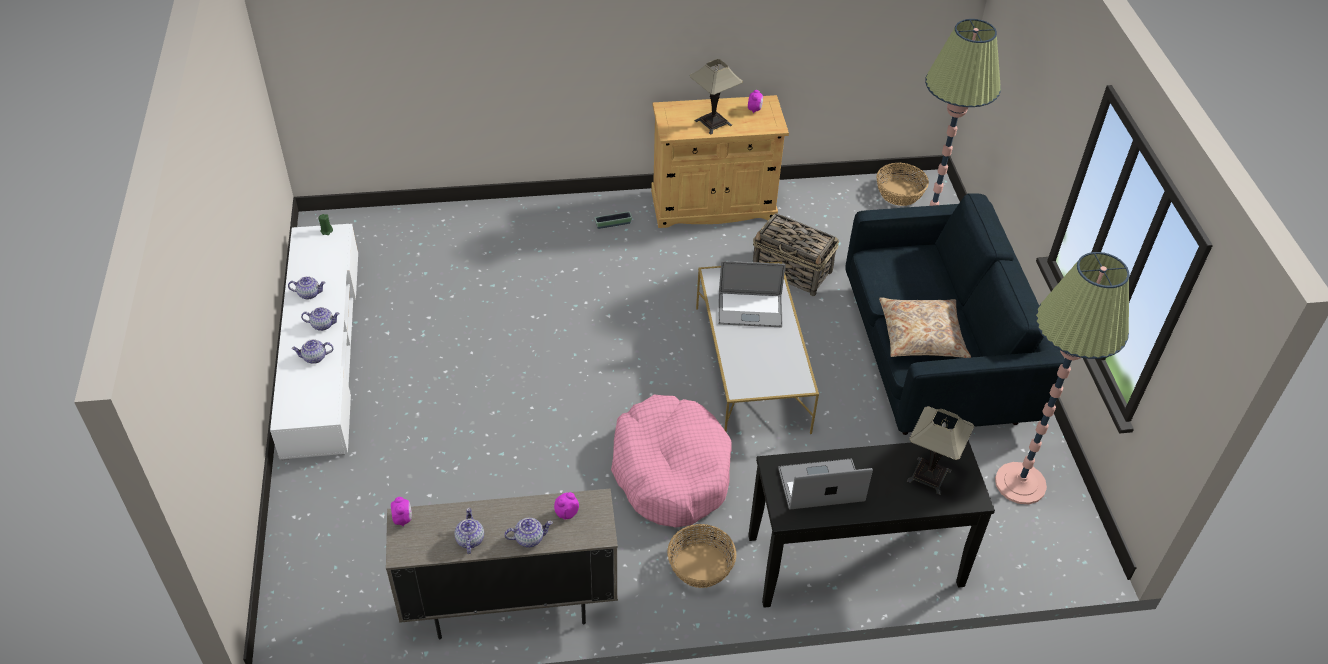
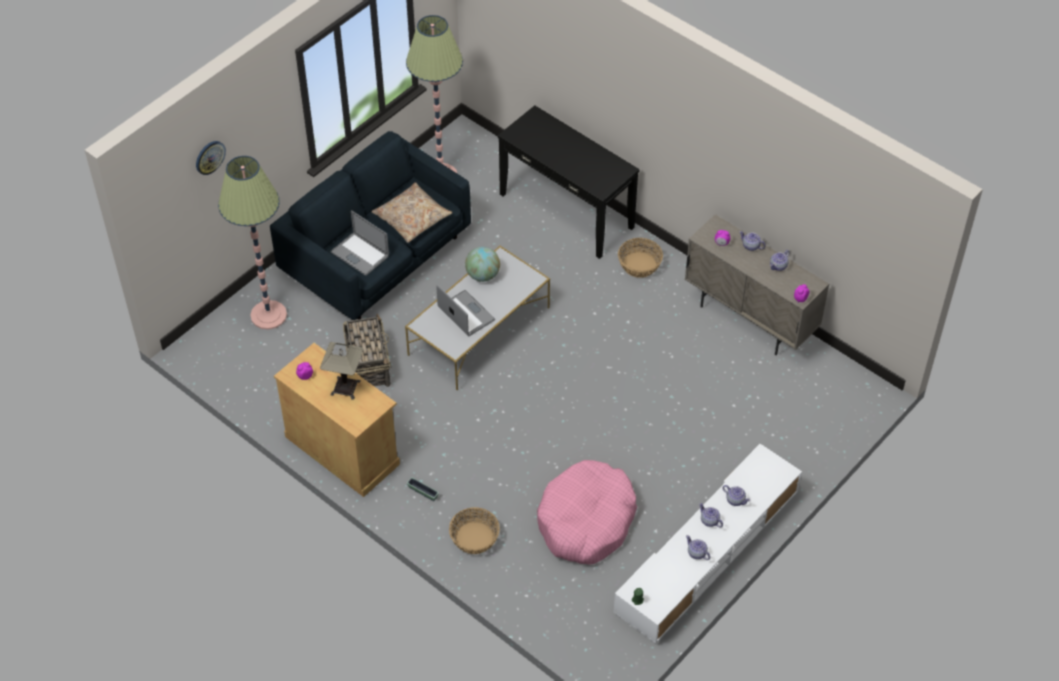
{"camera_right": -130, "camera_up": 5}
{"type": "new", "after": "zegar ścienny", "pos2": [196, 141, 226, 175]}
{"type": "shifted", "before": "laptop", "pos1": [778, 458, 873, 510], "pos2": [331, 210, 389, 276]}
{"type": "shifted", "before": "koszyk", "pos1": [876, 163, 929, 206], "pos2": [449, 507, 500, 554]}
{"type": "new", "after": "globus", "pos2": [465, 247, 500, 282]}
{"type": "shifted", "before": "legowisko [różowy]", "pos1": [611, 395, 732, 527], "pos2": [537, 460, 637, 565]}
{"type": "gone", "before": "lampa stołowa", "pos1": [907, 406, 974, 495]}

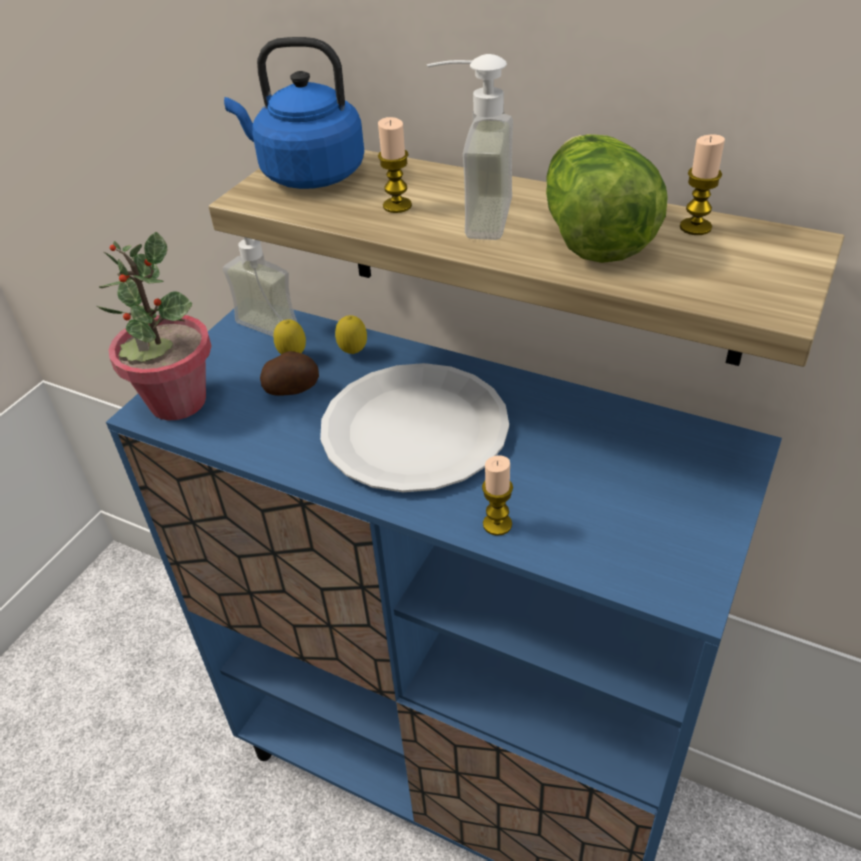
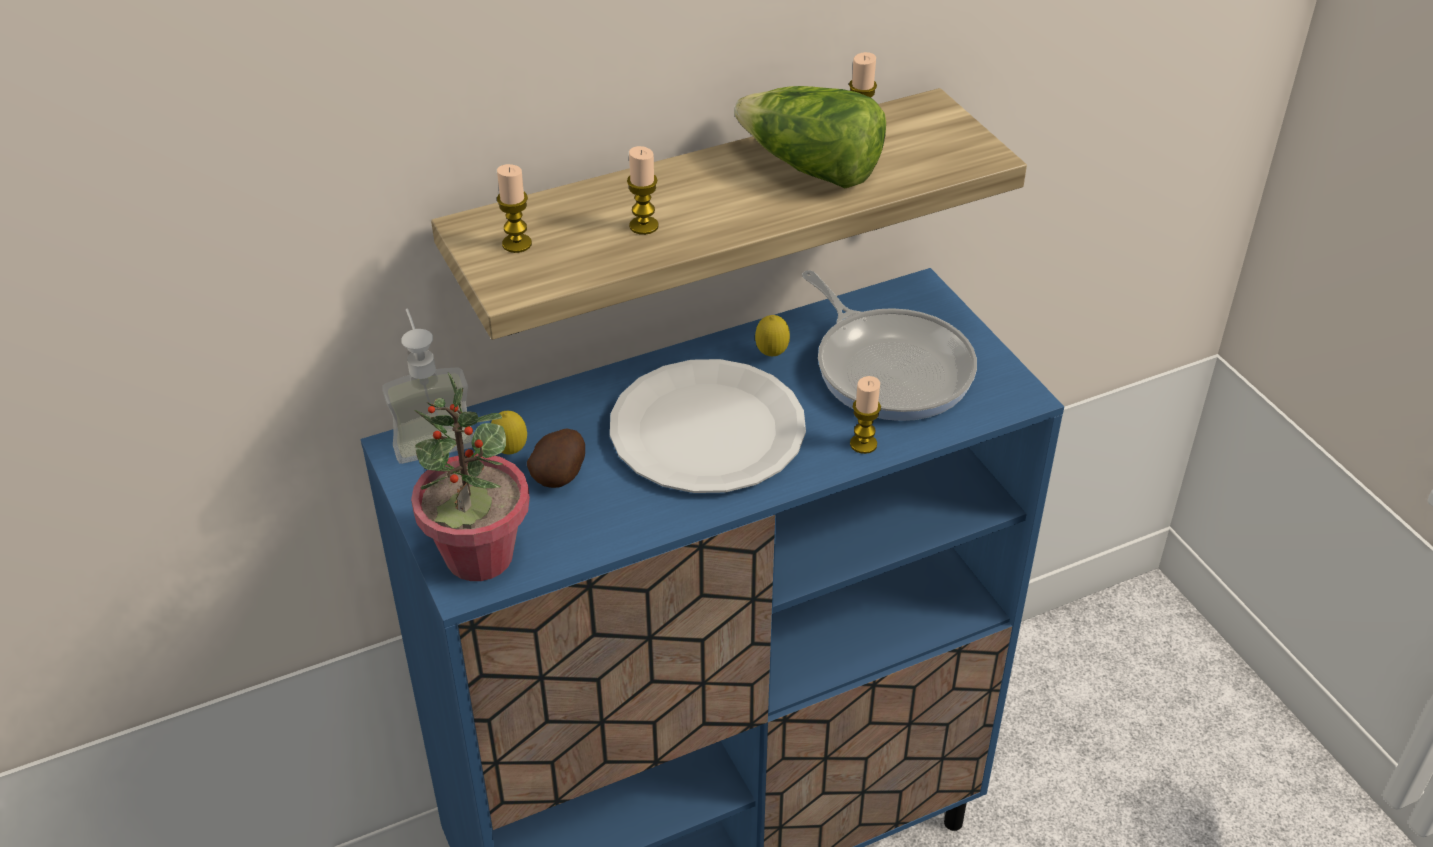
{"camera_right": -55, "camera_up": 0}
{"type": "swapped", "before": "czajnik [niebieski]", "after": "świeca", "pos1": [224, 37, 364, 189], "pos2": [497, 164, 532, 253]}
{"type": "shifted", "before": "cytryna", "pos1": [335, 315, 367, 354], "pos2": [755, 315, 790, 356]}
{"type": "new", "after": "patelnia", "pos2": [802, 270, 977, 421]}
{"type": "gone", "before": "dozownik mydła", "pos1": [427, 54, 513, 240]}

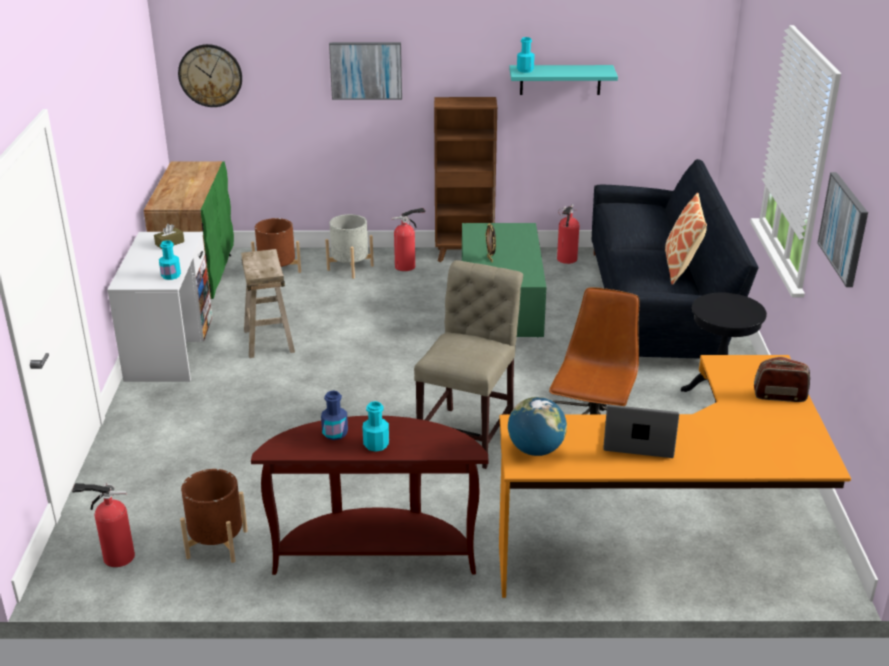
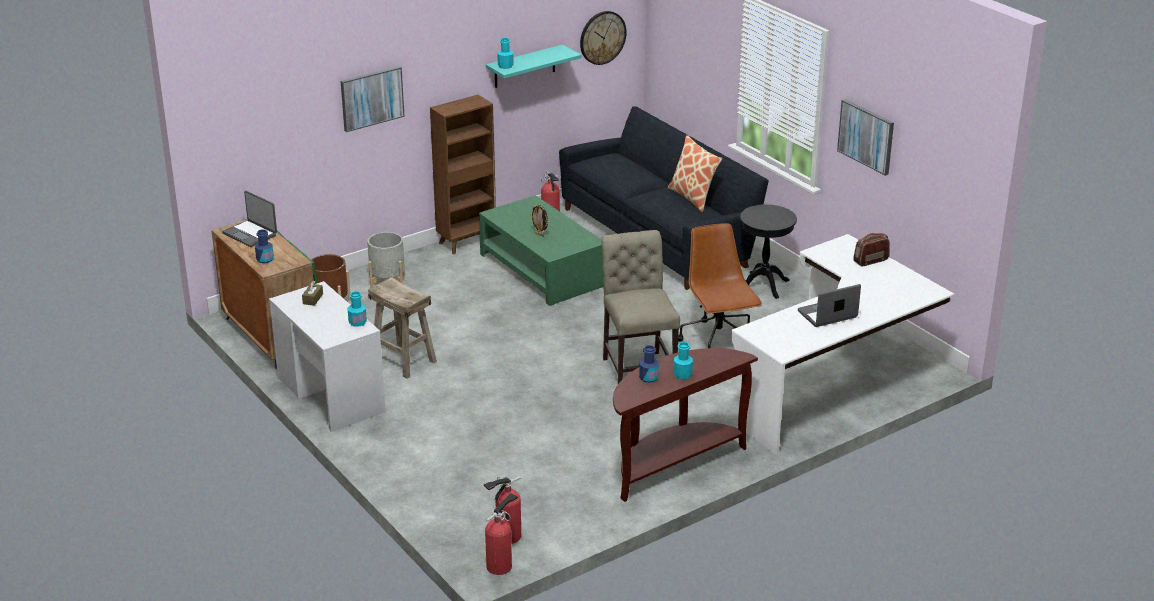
{"camera_right": -35, "camera_up": 0}
{"type": "new", "after": "laptop", "pos2": [222, 191, 277, 247]}
{"type": "new", "after": "butelka [niebieski]", "pos2": [255, 229, 274, 263]}
{"type": "shifted", "before": "gaśnica", "pos1": [391, 208, 425, 271], "pos2": [485, 493, 518, 575]}
{"type": "shifted", "before": "zegar ścienny", "pos1": [178, 44, 242, 107], "pos2": [580, 11, 627, 65]}
{"type": "repainted", "before": "biurko [pomarańczowy]", "after": "biurko [biały]", "pos1": [499, 355, 851, 598], "pos2": [731, 234, 954, 455]}
{"type": "gone", "before": "donica [brązowy]", "pos1": [180, 469, 248, 563]}
{"type": "gone", "before": "globus", "pos1": [508, 397, 567, 456]}

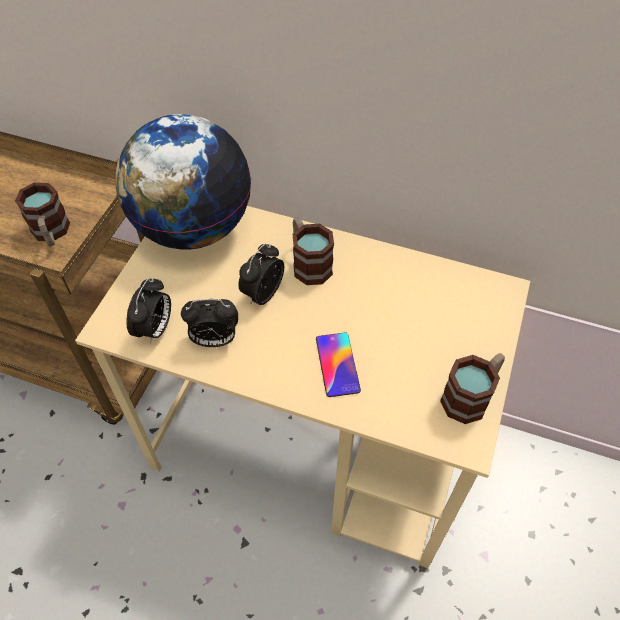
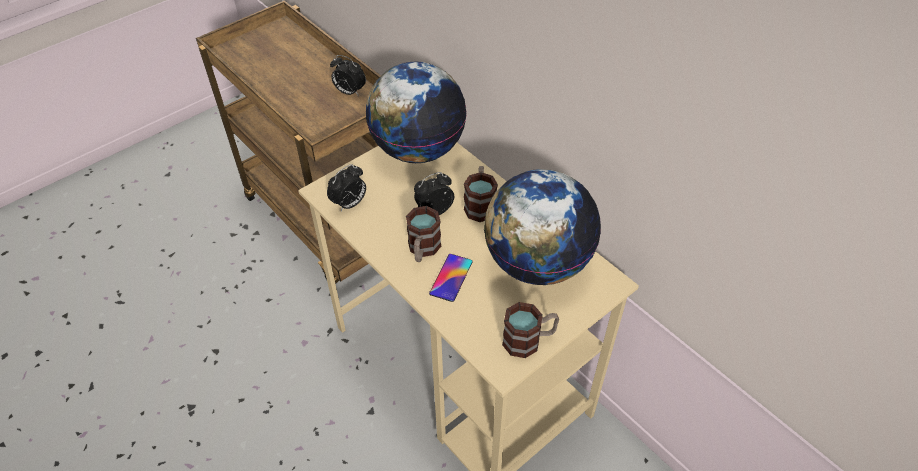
{"camera_right": 30, "camera_up": -5}
{"type": "shifted", "before": "budzik", "pos1": [181, 299, 238, 347], "pos2": [330, 55, 366, 96]}
{"type": "shifted", "before": "kubek", "pos1": [15, 183, 70, 246], "pos2": [406, 206, 441, 262]}
{"type": "new", "after": "globus", "pos2": [484, 169, 601, 285]}

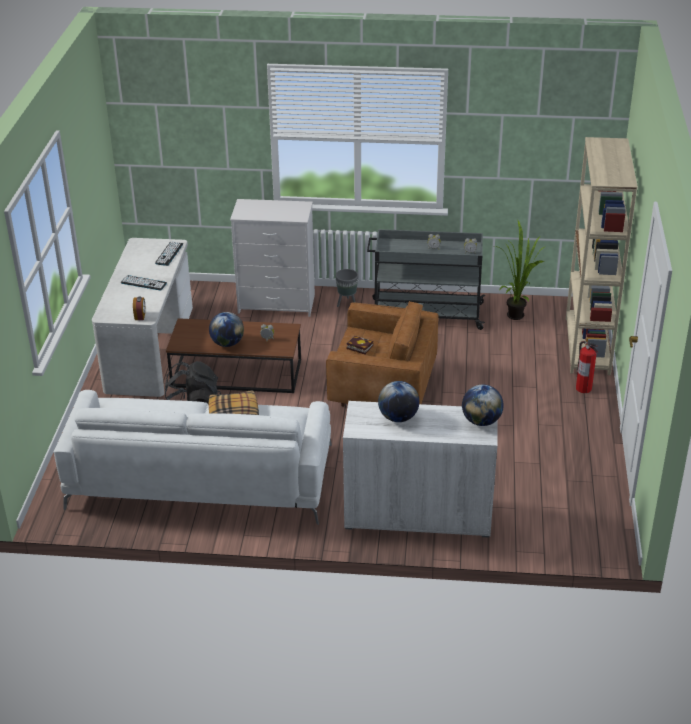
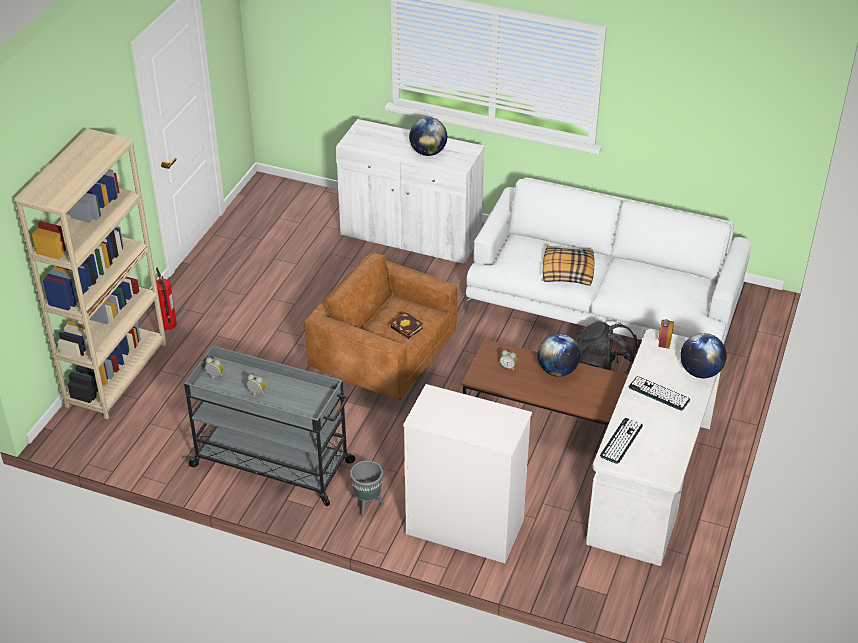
{"camera_right": -165, "camera_up": 5}
{"type": "shifted", "before": "globus", "pos1": [462, 384, 504, 426], "pos2": [680, 333, 727, 378]}
{"type": "gone", "before": "roślina doniczkowa", "pos1": [495, 221, 544, 320]}

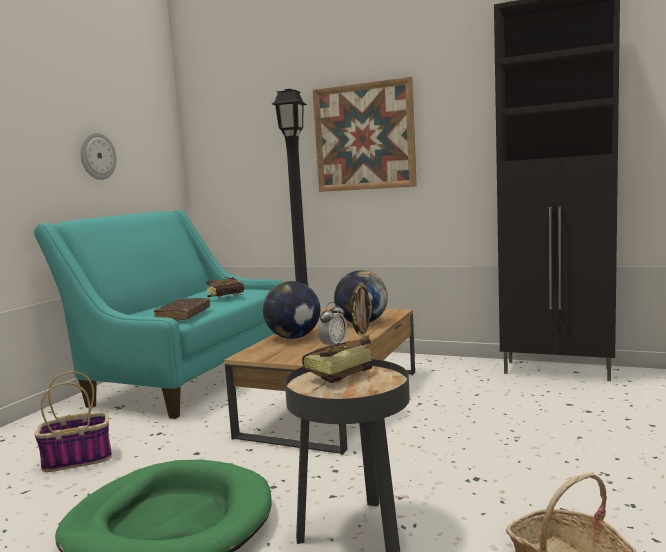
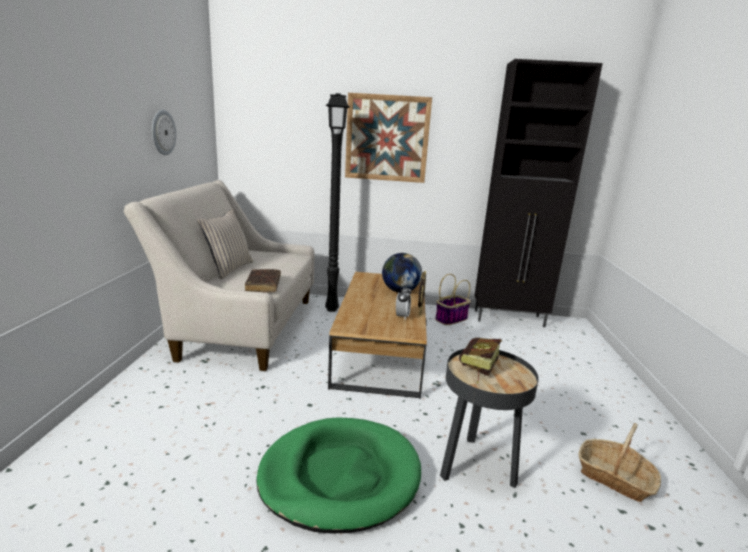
{"camera_right": -20, "camera_up": 10}
{"type": "repainted", "before": "kanapa [turkusowy]", "after": "kanapa [beżowy]", "pos1": [34, 210, 283, 419], "pos2": [123, 180, 314, 371]}
{"type": "new", "after": "poduszka [beżowy]", "pos2": [197, 208, 253, 279]}
{"type": "shifted", "before": "koszyk", "pos1": [35, 371, 112, 472], "pos2": [435, 274, 471, 325]}
{"type": "gone", "before": "książka", "pos1": [206, 277, 244, 298]}
{"type": "gone", "before": "globus", "pos1": [263, 281, 320, 339]}

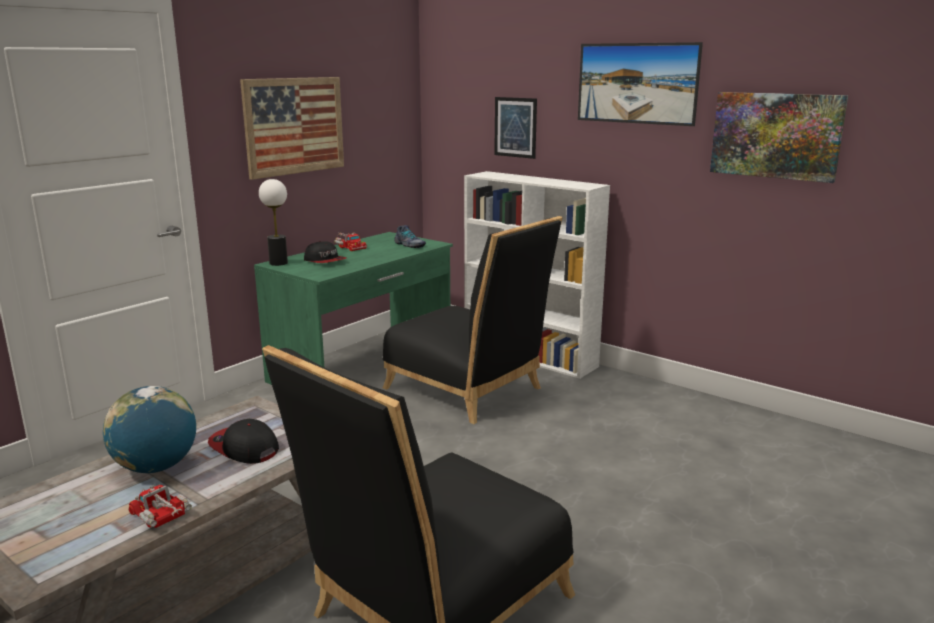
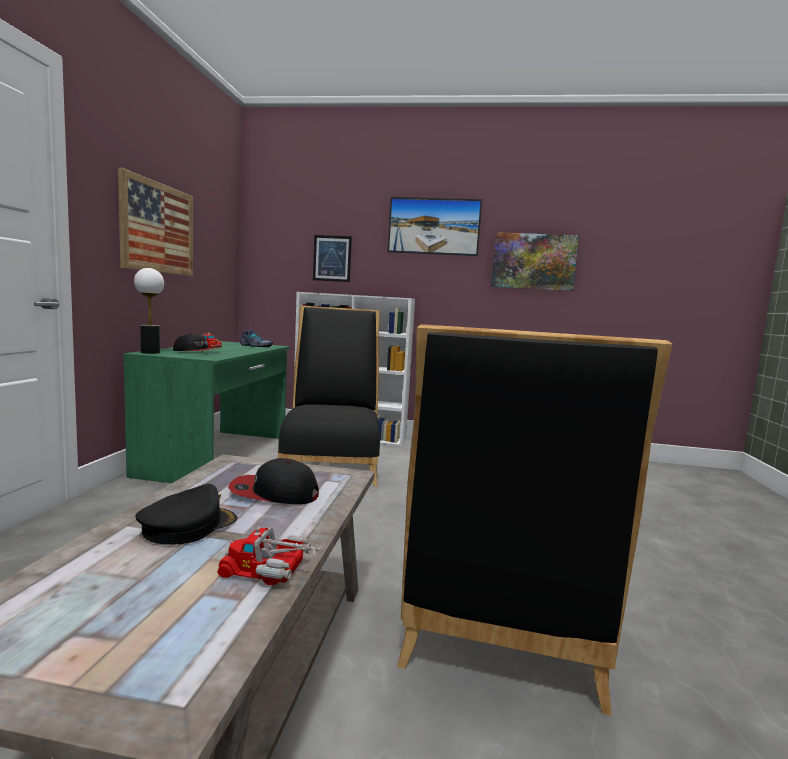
{"camera_right": -30, "camera_up": -10}
{"type": "swapped", "before": "globus", "after": "czapka z daszkiem [czarny]", "pos1": [103, 386, 196, 473], "pos2": [135, 484, 237, 545]}
{"type": "rotated", "before": "krzesło [czarny]", "pos1": [383, 216, 563, 424], "pos2": [278, 306, 380, 486], "turn": -105}

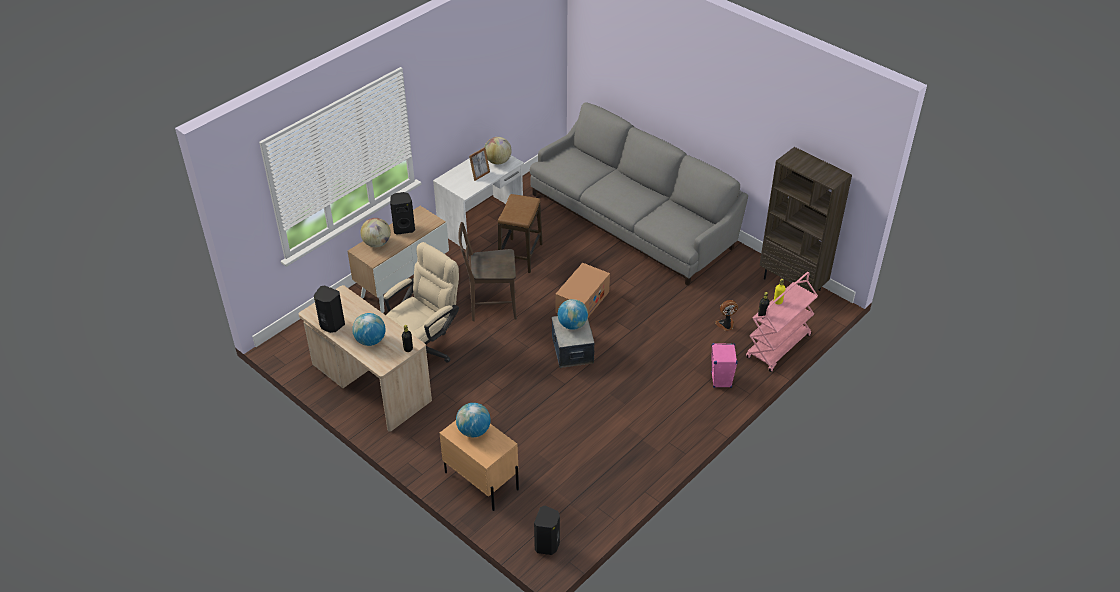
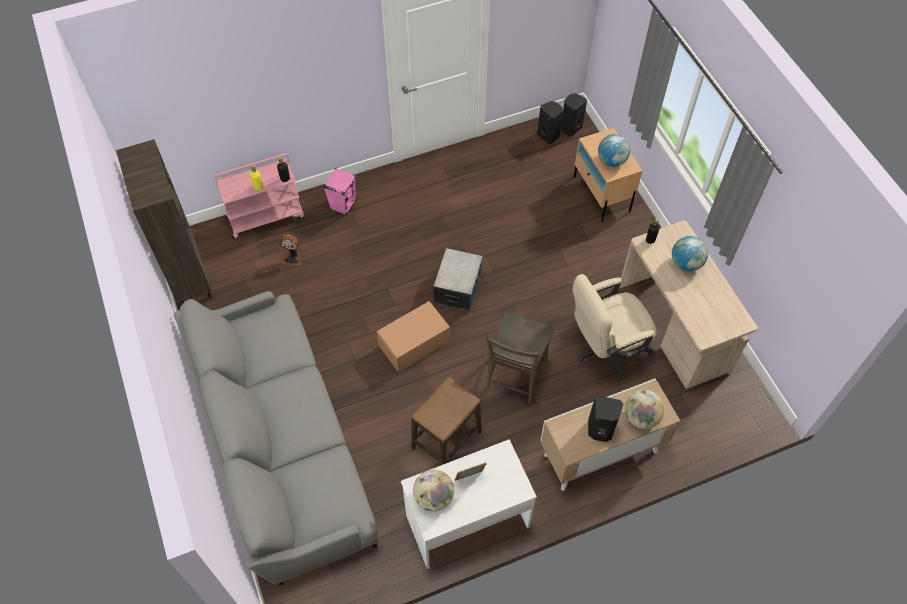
{"camera_right": -155, "camera_up": 15}
{"type": "rotated", "before": "krzesło [brązowy]", "pos1": [458, 222, 517, 321], "pos2": [486, 313, 554, 403], "turn": 90}
{"type": "shifted", "before": "głośnik [czarny]", "pos1": [314, 285, 345, 333], "pos2": [537, 101, 563, 144]}
{"type": "gone", "before": "globus", "pos1": [558, 299, 588, 330]}

